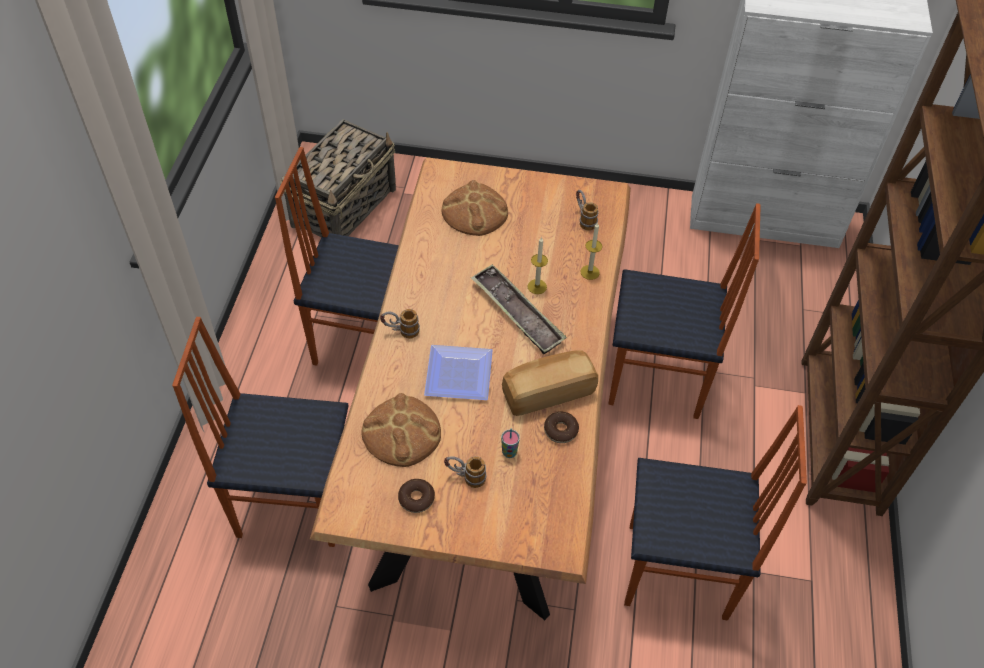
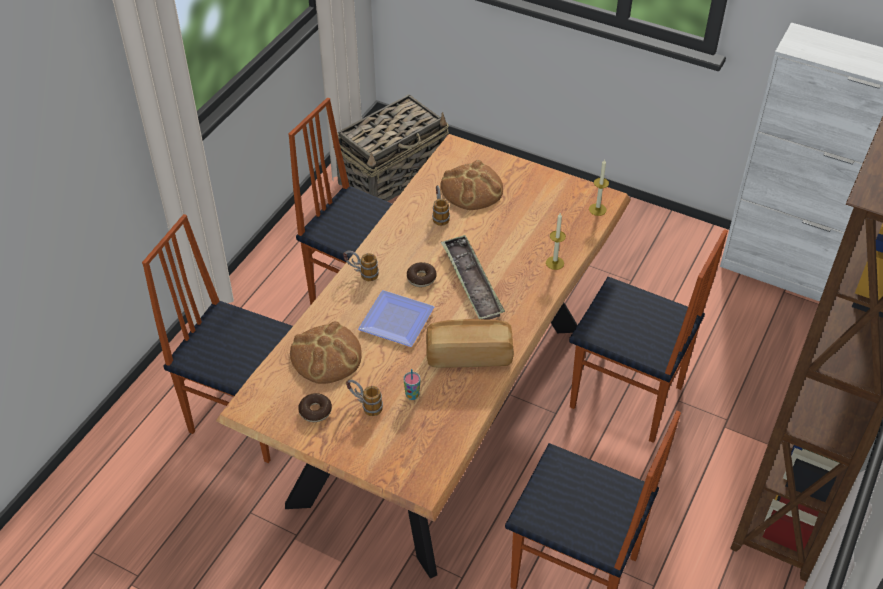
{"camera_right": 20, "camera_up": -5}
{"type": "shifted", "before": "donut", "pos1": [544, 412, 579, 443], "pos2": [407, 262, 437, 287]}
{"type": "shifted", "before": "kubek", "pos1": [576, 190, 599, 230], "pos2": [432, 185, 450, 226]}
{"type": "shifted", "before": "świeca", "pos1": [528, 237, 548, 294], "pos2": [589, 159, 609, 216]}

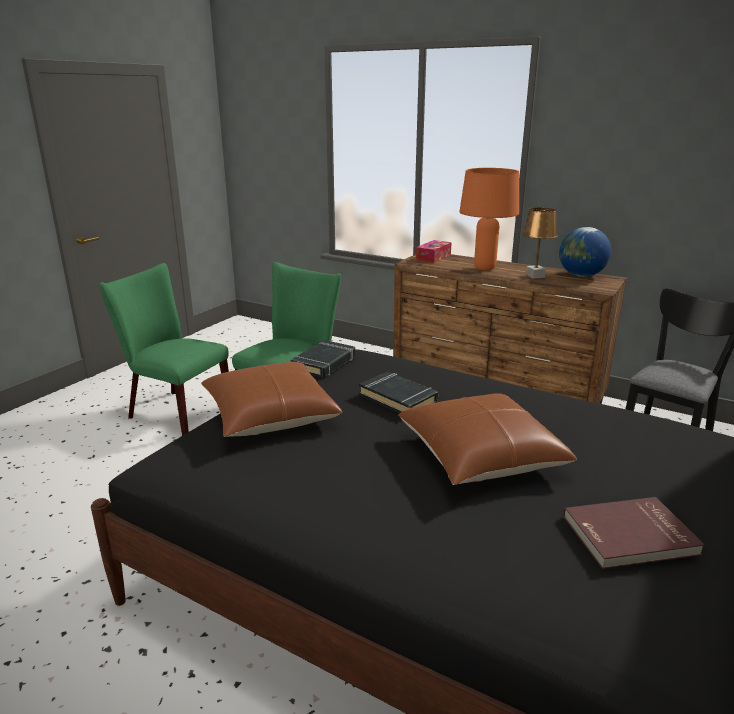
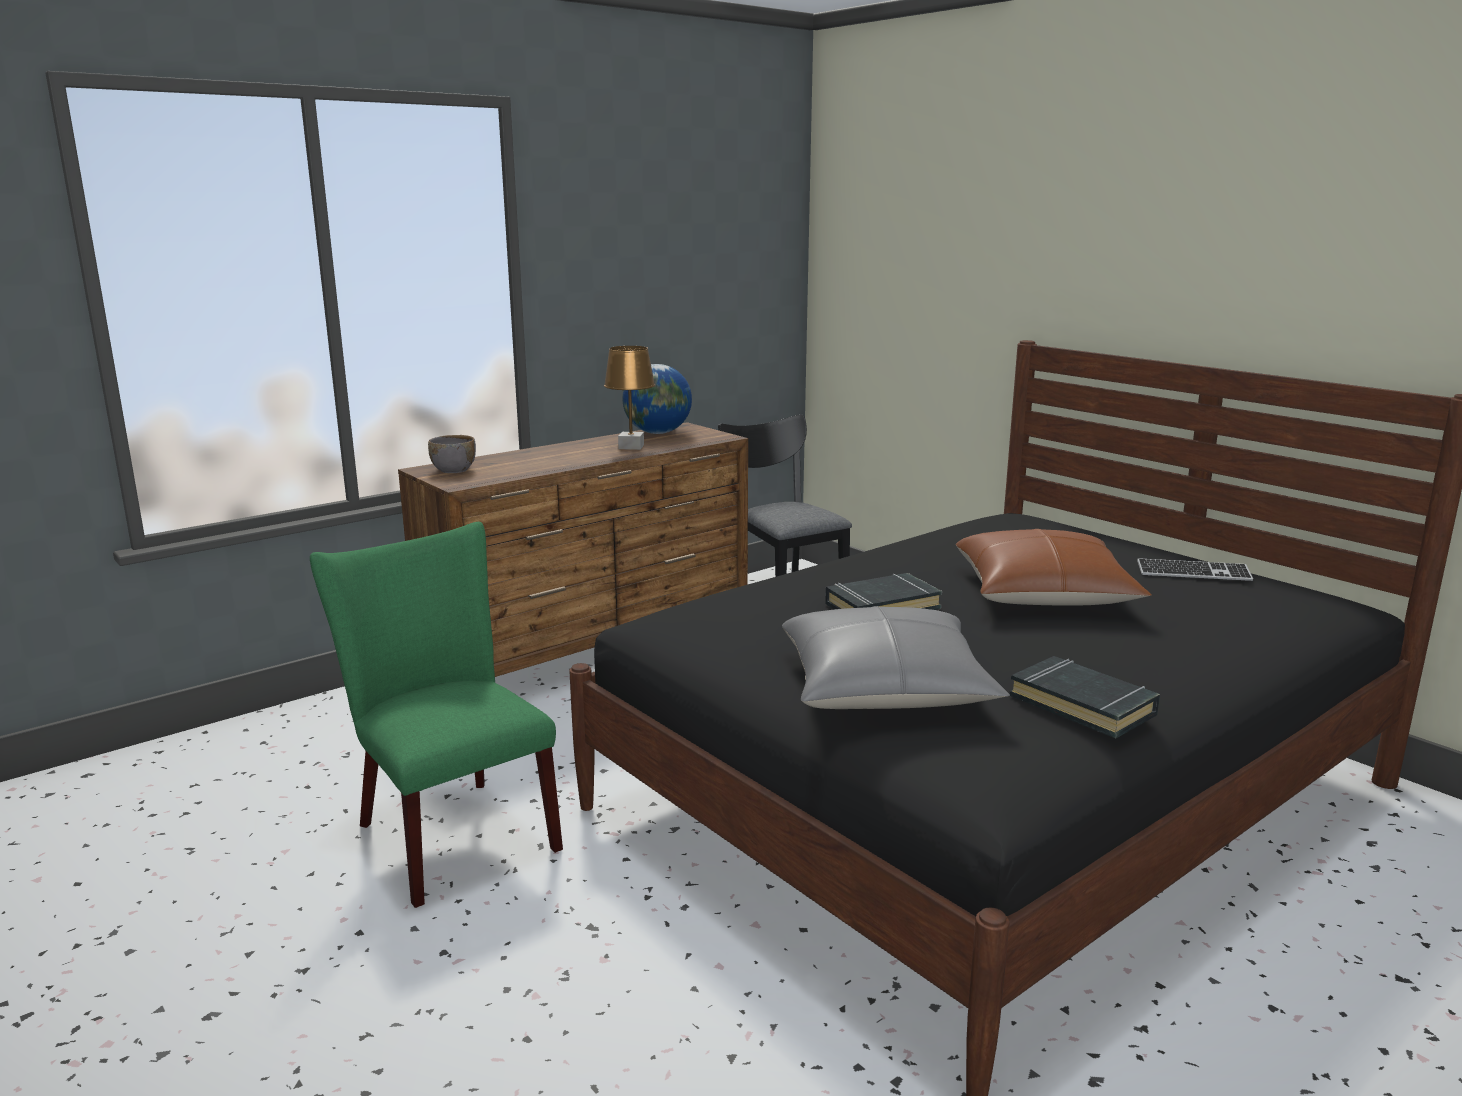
{"camera_right": -70, "camera_up": -5}
{"type": "swapped", "before": "pudełko chusteczek", "after": "miska [szary]", "pos1": [416, 240, 452, 263], "pos2": [428, 435, 476, 473]}
{"type": "repainted", "before": "poduszka [brązowy]", "after": "poduszka [szary]", "pos1": [201, 362, 342, 437], "pos2": [782, 606, 1010, 709]}
{"type": "shifted", "before": "książka [czarny]", "pos1": [291, 340, 355, 378], "pos2": [1010, 656, 1160, 738]}
{"type": "swapped", "before": "książka [czerwony]", "after": "klawiatura", "pos1": [563, 497, 704, 569], "pos2": [1137, 558, 1253, 581]}
{"type": "gone", "before": "krzesło [zielony]", "pos1": [99, 263, 229, 436]}
{"type": "gone", "before": "lampa stołowa [pomarańczowy]", "pos1": [459, 168, 519, 270]}

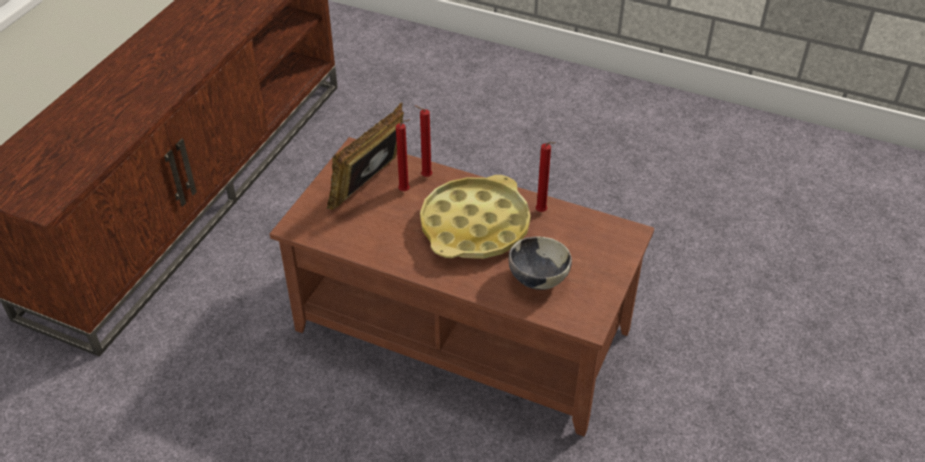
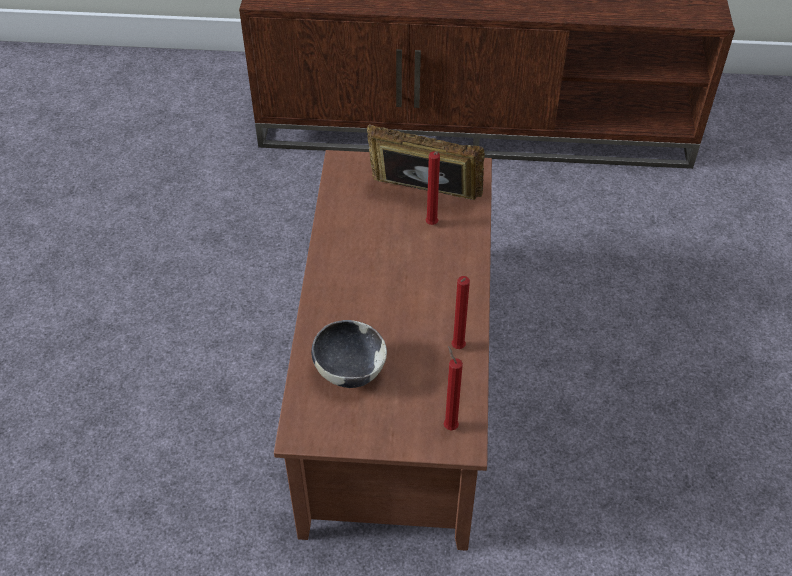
{"camera_right": 70, "camera_up": 5}
{"type": "shifted", "before": "świeca [czerwony]", "pos1": [415, 106, 433, 177], "pos2": [444, 346, 463, 430]}
{"type": "gone", "before": "taca [żółty]", "pos1": [420, 175, 531, 259]}

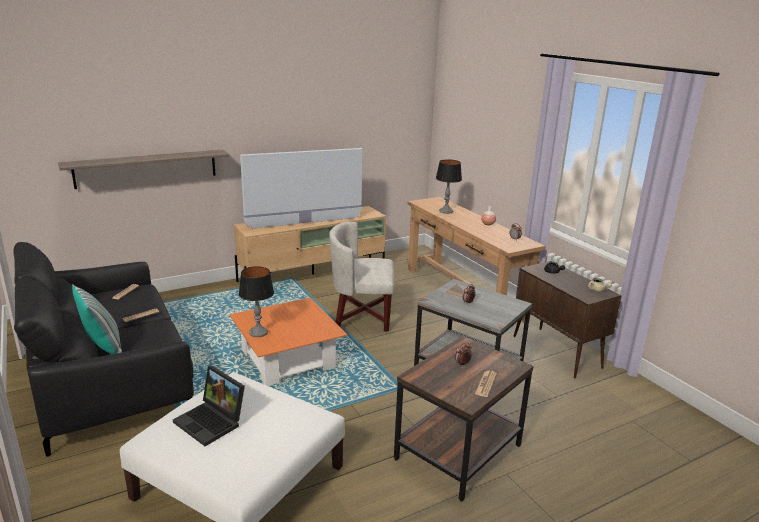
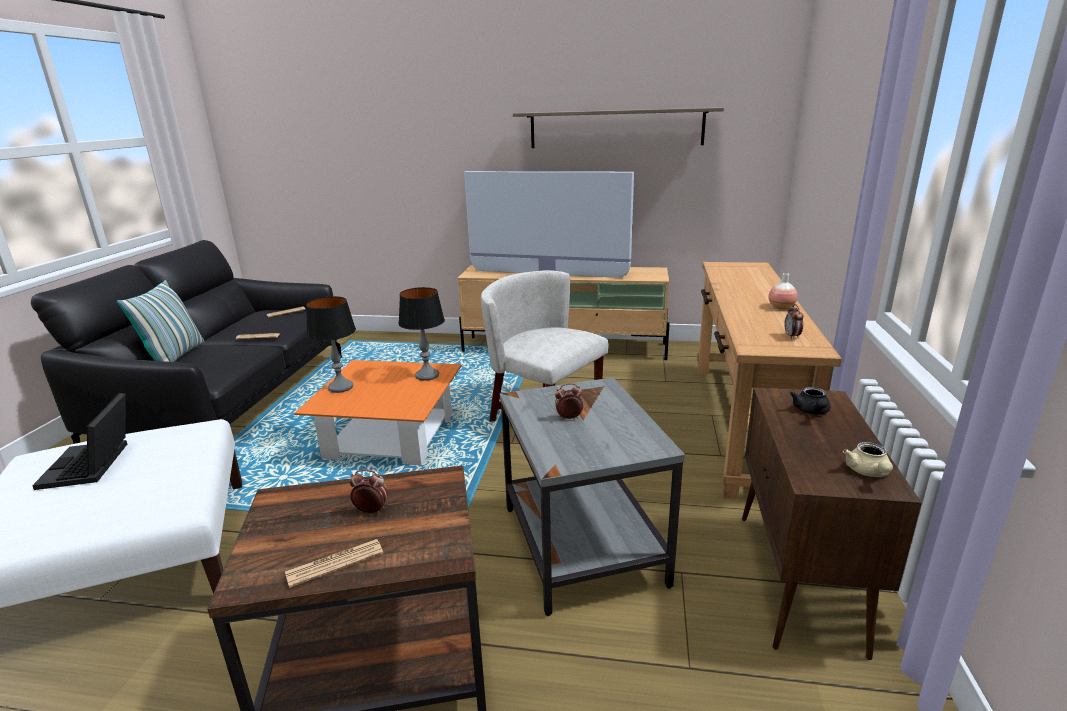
{"camera_right": 40, "camera_up": 0}
{"type": "shifted", "before": "lampa stołowa", "pos1": [436, 159, 462, 214], "pos2": [399, 287, 445, 381]}
{"type": "shifted", "before": "półka", "pos1": [58, 149, 229, 189], "pos2": [513, 107, 724, 148]}

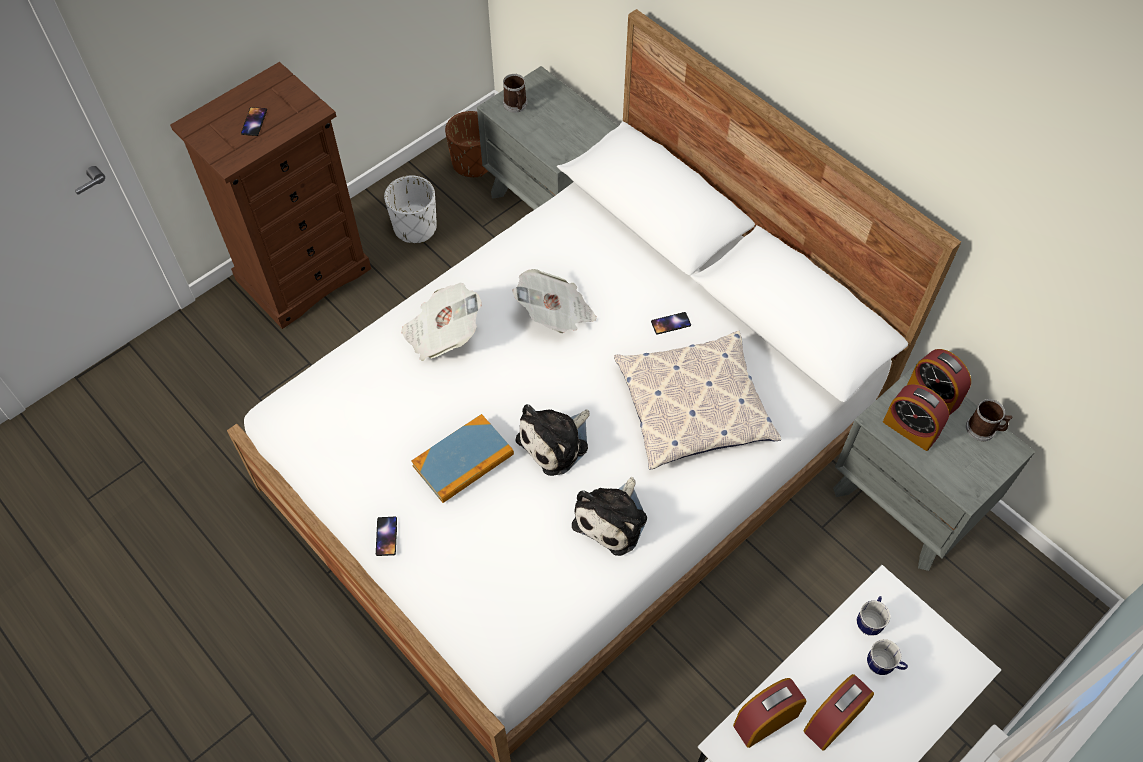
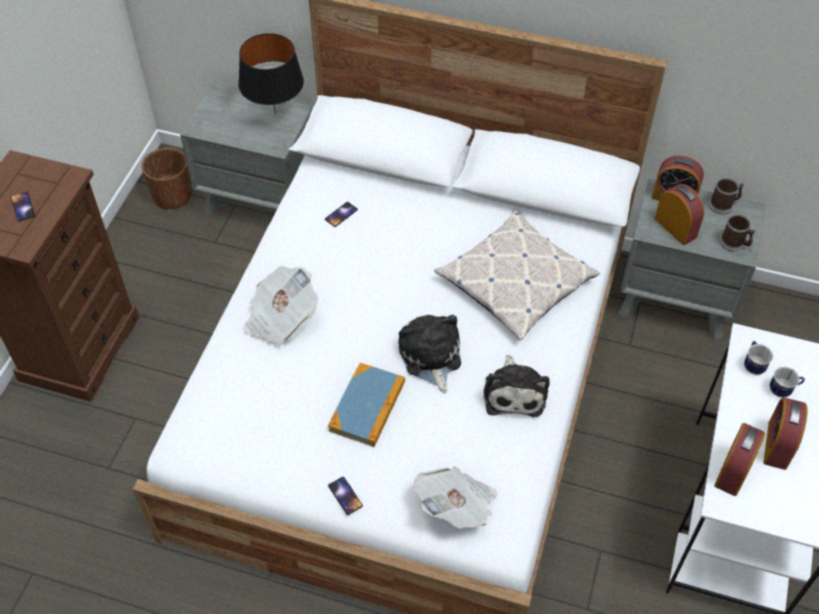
{"camera_right": -30, "camera_up": -5}
{"type": "new", "after": "lampa stołowa [czarny]", "pos2": [238, 33, 304, 115]}
{"type": "shifted", "before": "telefon", "pos1": [651, 312, 691, 335], "pos2": [325, 202, 358, 227]}
{"type": "rotated", "before": "pluszak", "pos1": [515, 404, 590, 476], "pos2": [399, 315, 461, 393], "turn": 150}
{"type": "shifted", "before": "gazeta", "pos1": [512, 269, 597, 333], "pos2": [413, 467, 498, 528]}
{"type": "rotated", "before": "budzik", "pos1": [883, 384, 949, 451], "pos2": [655, 184, 704, 245], "turn": -135}
{"type": "shifted", "before": "kubek", "pos1": [503, 74, 527, 113], "pos2": [719, 214, 755, 252]}
{"type": "gone", "before": "donica [biały]", "pos1": [384, 176, 437, 243]}

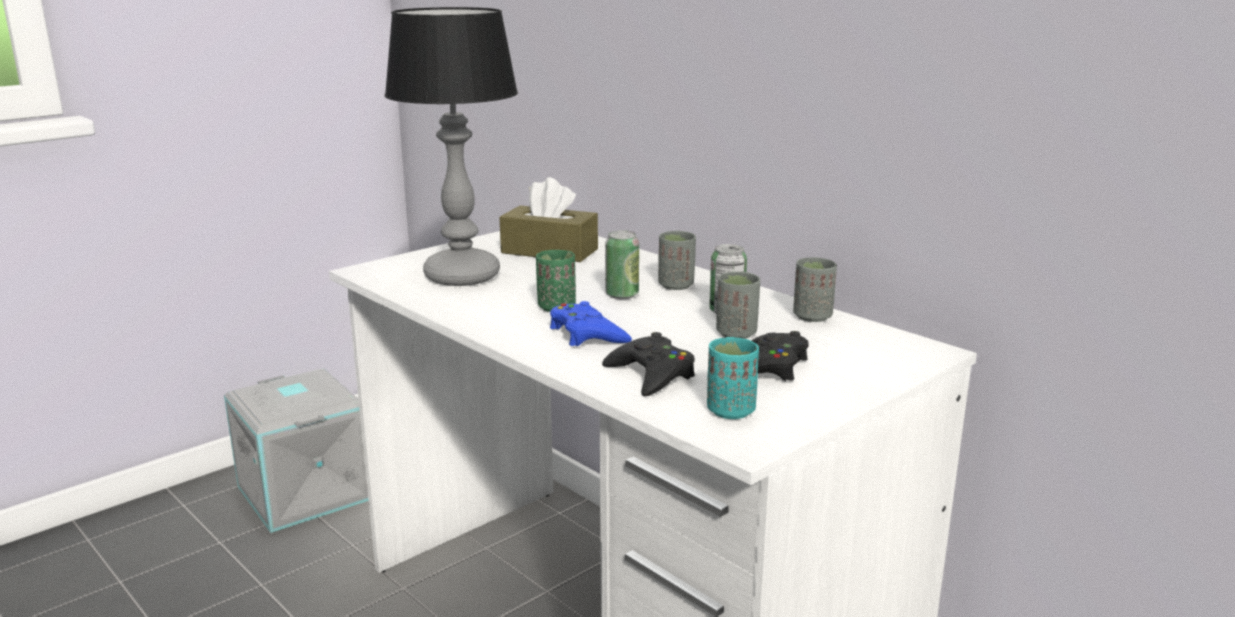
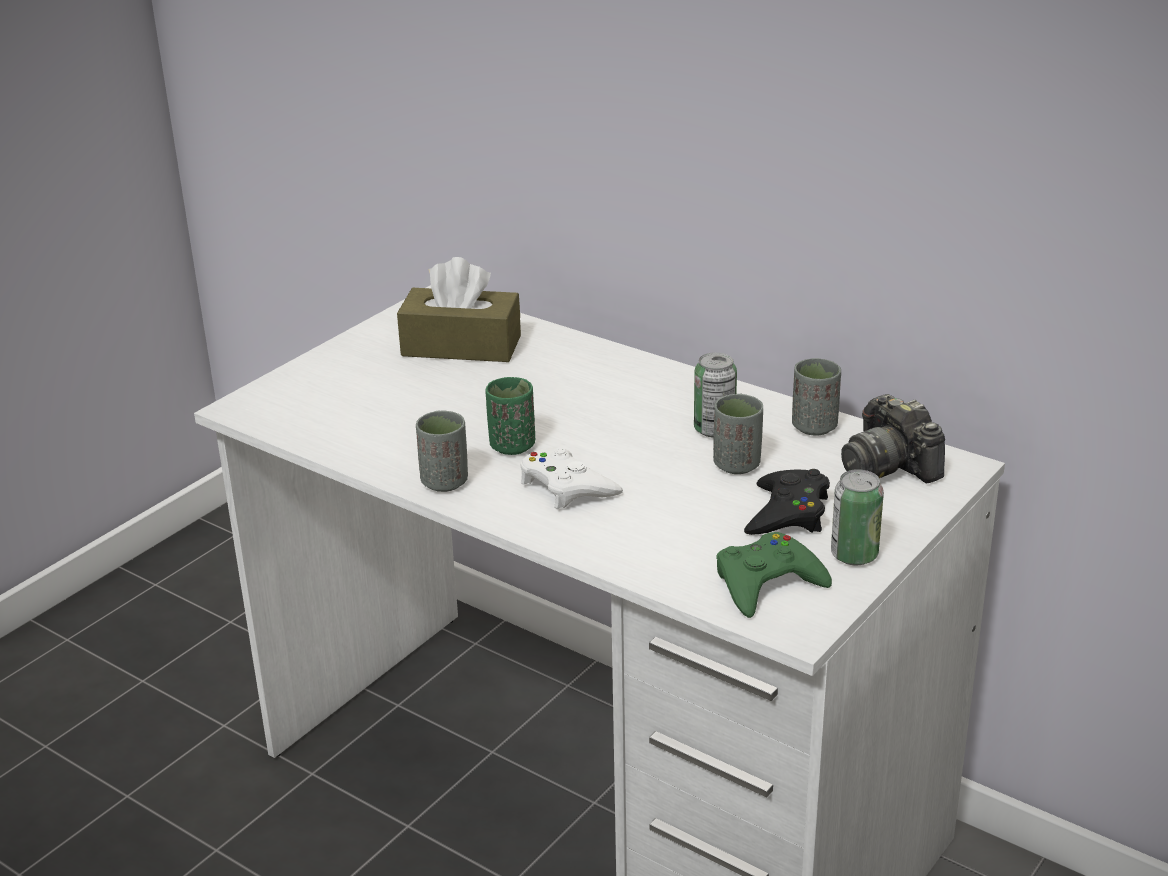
{"camera_right": -10, "camera_up": 10}
{"type": "shifted", "before": "filiżanka [szary]", "pos1": [658, 231, 696, 290], "pos2": [416, 410, 468, 492]}
{"type": "repainted", "before": "pad do gier [niebieski]", "after": "pad do gier [biały]", "pos1": [550, 301, 632, 346], "pos2": [520, 447, 623, 509]}
{"type": "swapped", "before": "filiżanka [turkusowy]", "after": "pad do gier [zielony]", "pos1": [707, 337, 759, 419], "pos2": [716, 532, 832, 618]}
{"type": "shifted", "before": "puszka", "pos1": [605, 230, 639, 299], "pos2": [831, 469, 884, 566]}
{"type": "new", "after": "aparat fotograficzny", "pos2": [841, 394, 945, 484]}
{"type": "gone", "before": "pojemnik do przechowywania [szary]", "pos1": [224, 368, 369, 533]}
{"type": "gone", "before": "lampa stołowa", "pos1": [385, 7, 518, 286]}
{"type": "gone", "before": "pad do gier [czarny]", "pos1": [602, 332, 695, 396]}

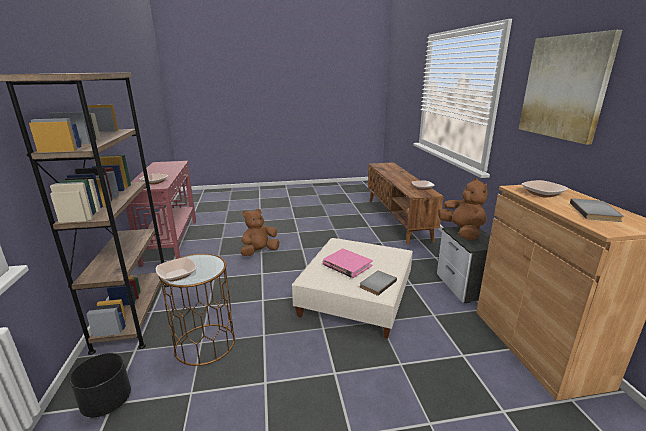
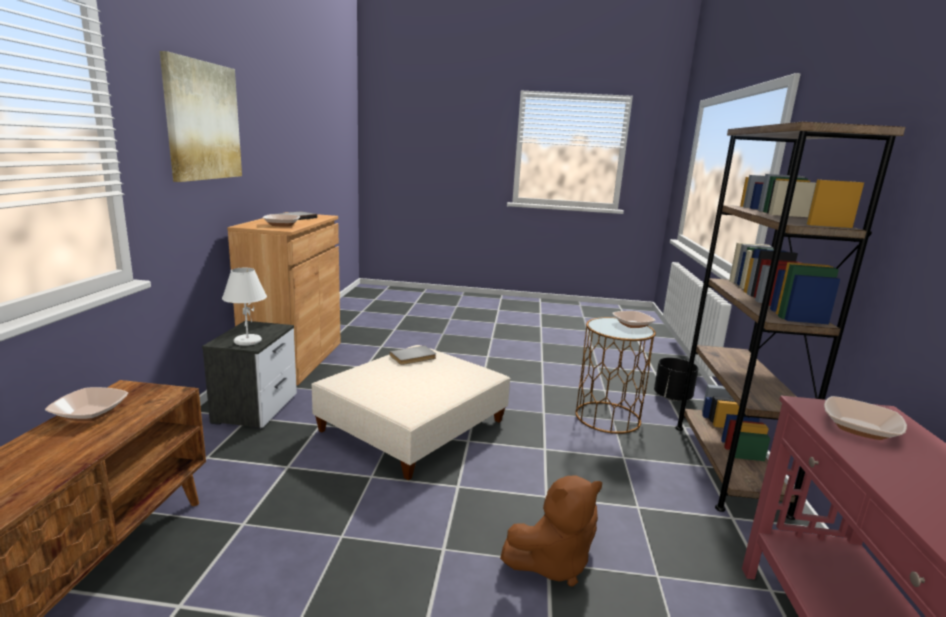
{"camera_right": -165, "camera_up": -5}
{"type": "swapped", "before": "pluszak [brązowy]", "after": "lampa stołowa [biały]", "pos1": [438, 178, 488, 240], "pos2": [222, 268, 267, 346]}
{"type": "gone", "before": "książka [różowy]", "pos1": [323, 248, 373, 278]}

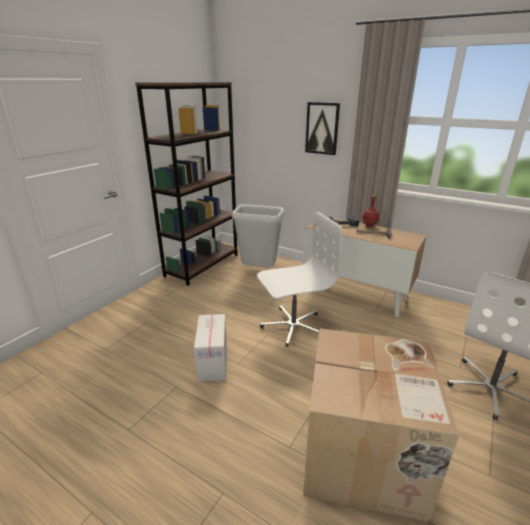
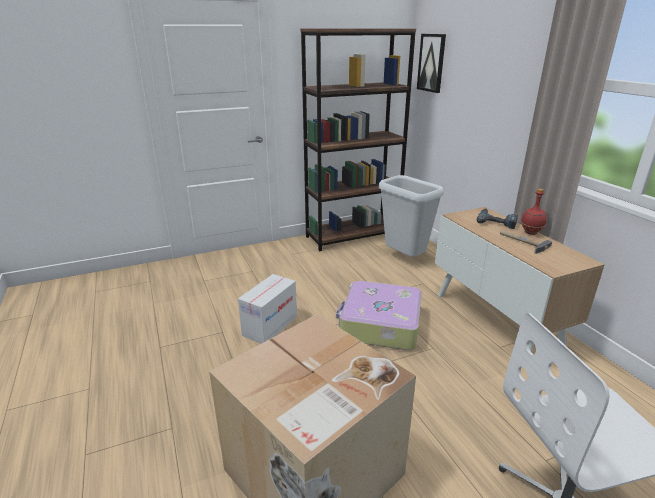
{"camera_right": 35, "camera_up": 0}
{"type": "swapped", "before": "krzesło biurowe [biały]", "after": "walizka", "pos1": [257, 212, 342, 347], "pos2": [336, 281, 422, 350]}
{"type": "shifted", "before": "obraz", "pos1": [305, 102, 340, 155], "pos2": [417, 34, 446, 93]}

